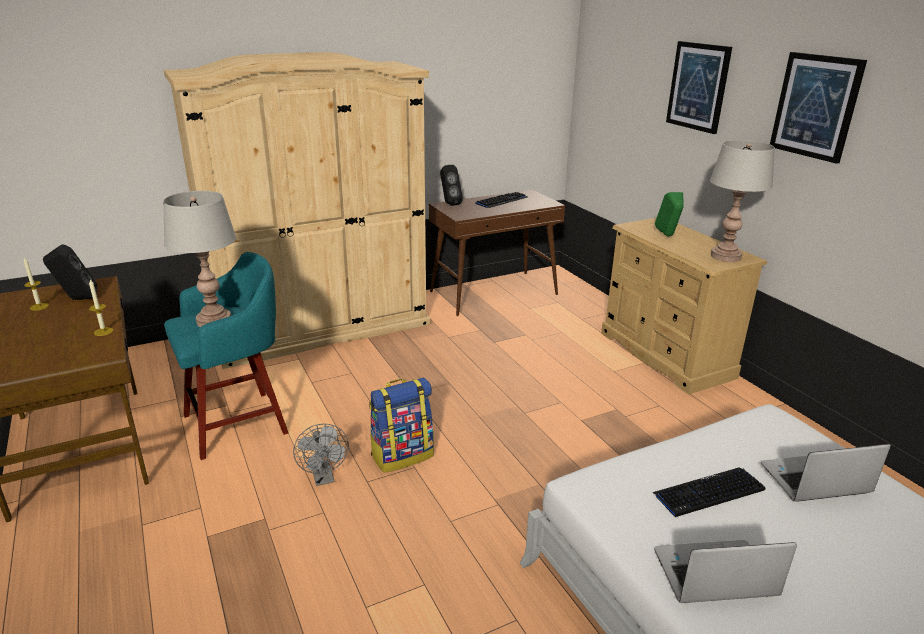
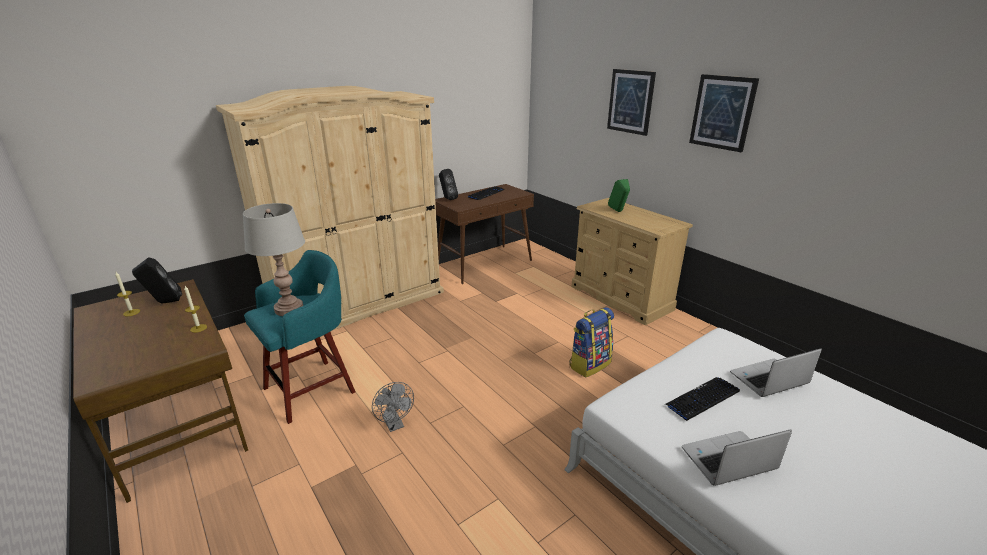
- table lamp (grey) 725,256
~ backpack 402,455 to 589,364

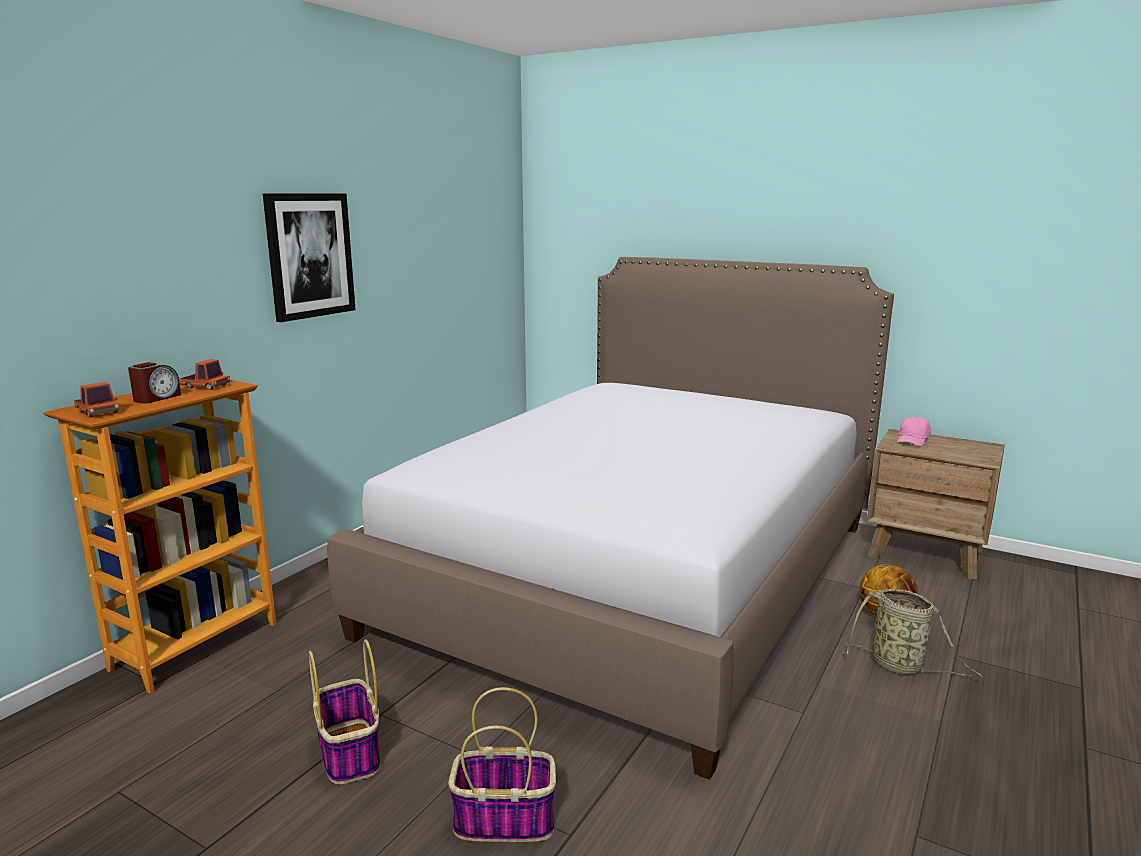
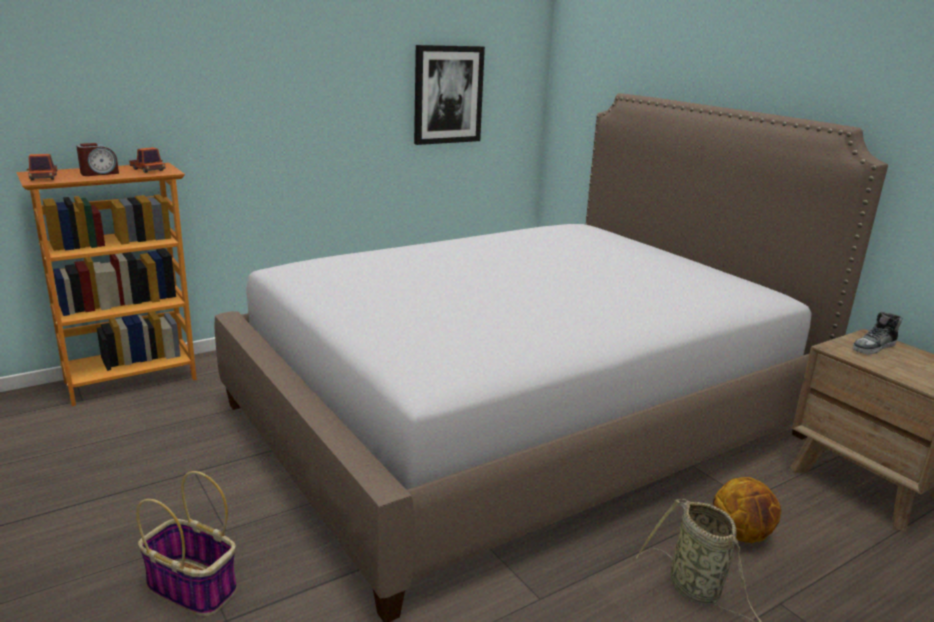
~ picture 309,255 to 448,95
~ cap (pink) 912,440 to shoe 874,347
- basket 349,752

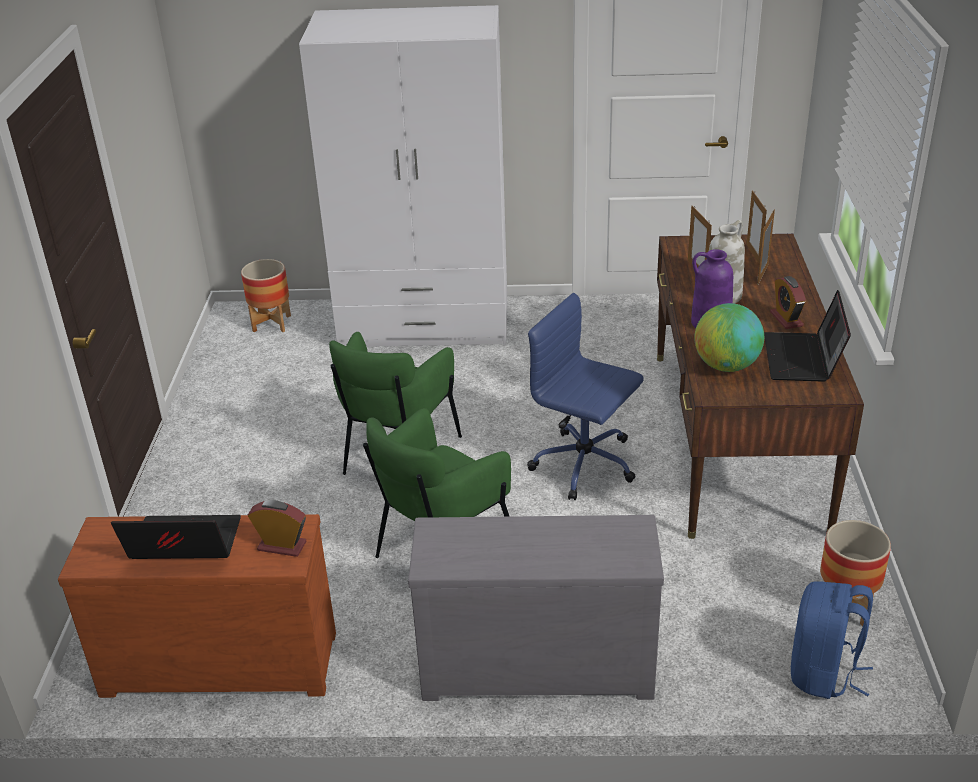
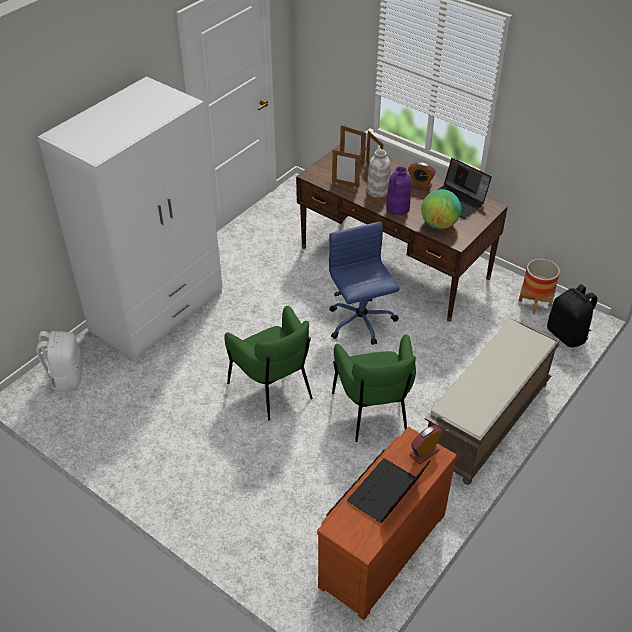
~ planter 271,323 to backpack (white) 66,377
~ office chair (blue) 586,465 = 361,323 90 degrees clockwise
~ dresser (grey) 536,662 to bench (brown) 487,421
~ backpack (blue) 824,673 to backpack (black) 567,335

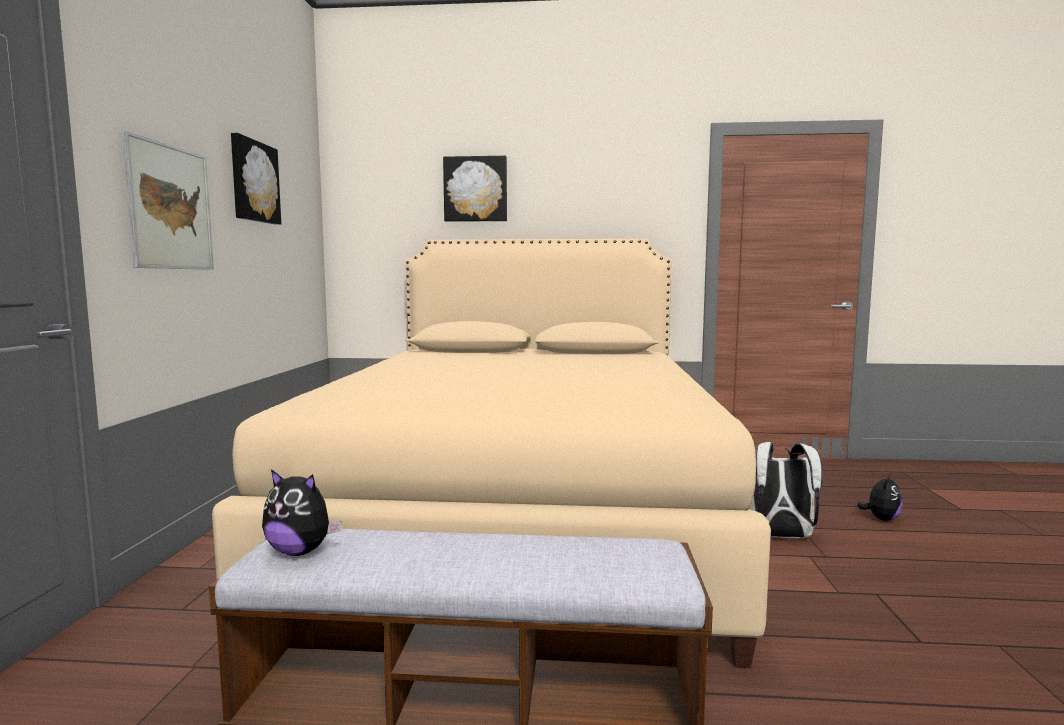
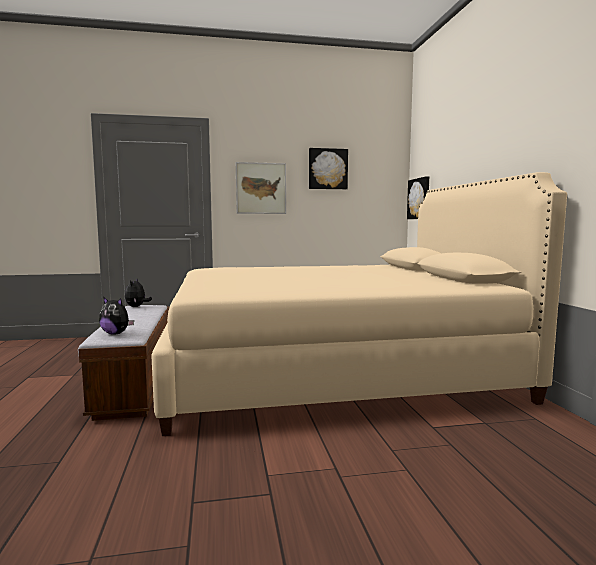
~ picture 475,189 to 419,198
- backpack (white) 778,536
~ plush toy 881,519 to 116,333

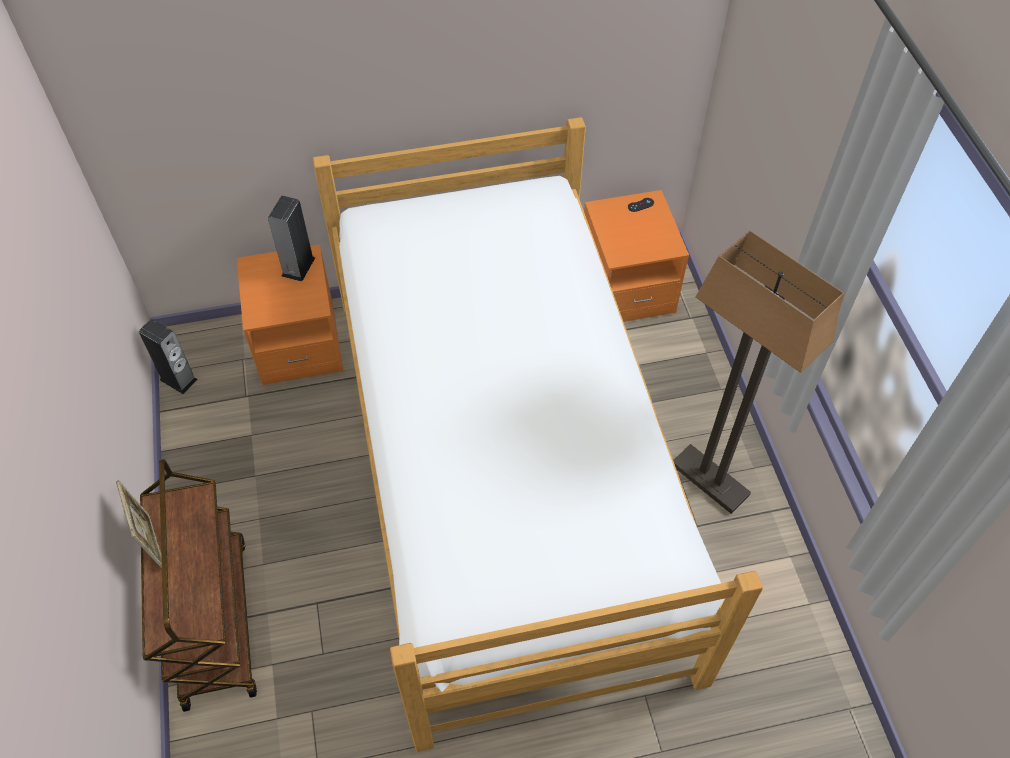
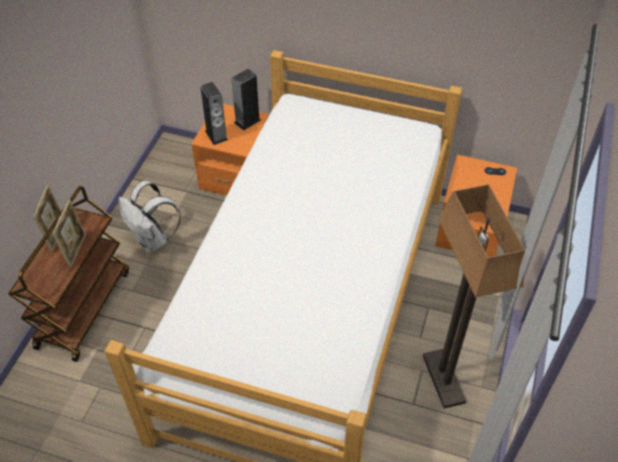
~ speaker 178,379 to 216,135
+ backpack (white) 153,240
+ picture frame 76,249

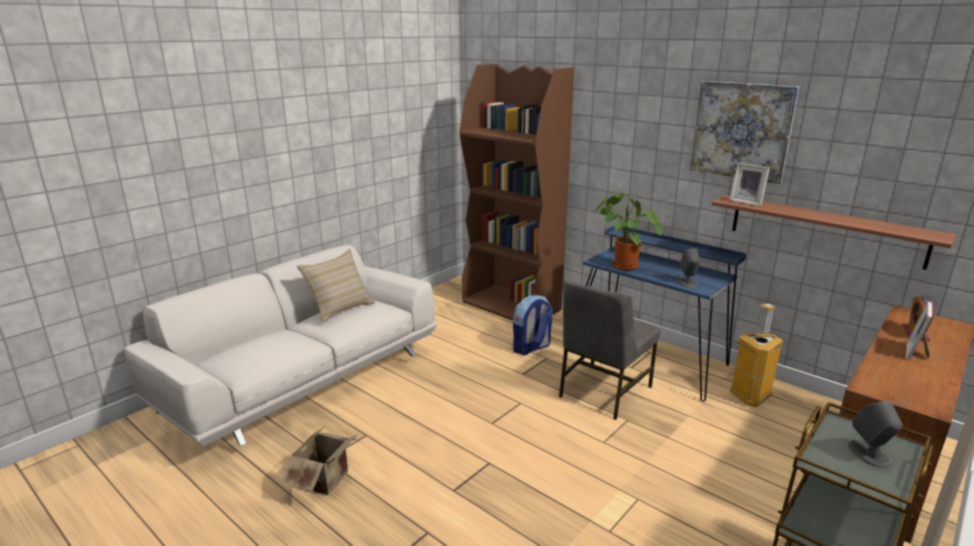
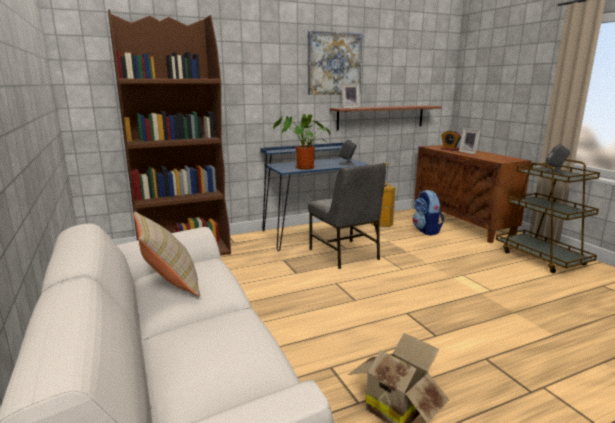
~ backpack 531,348 to 426,231

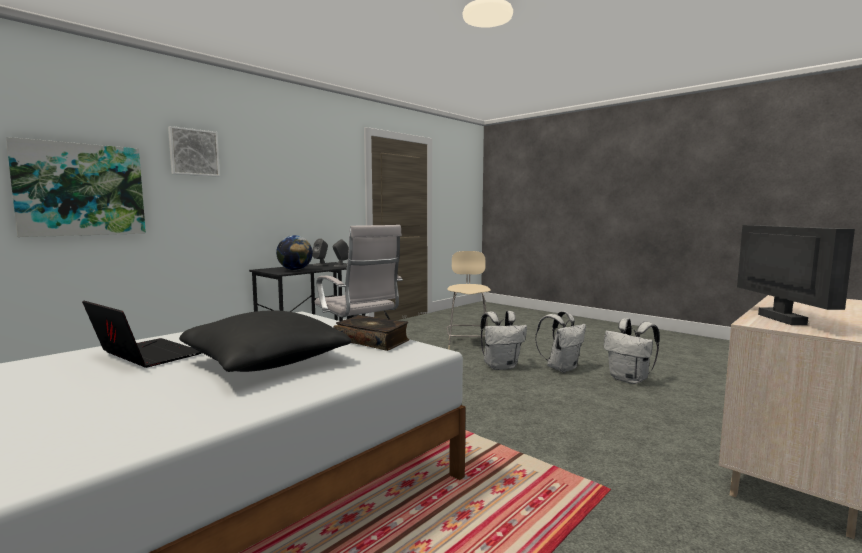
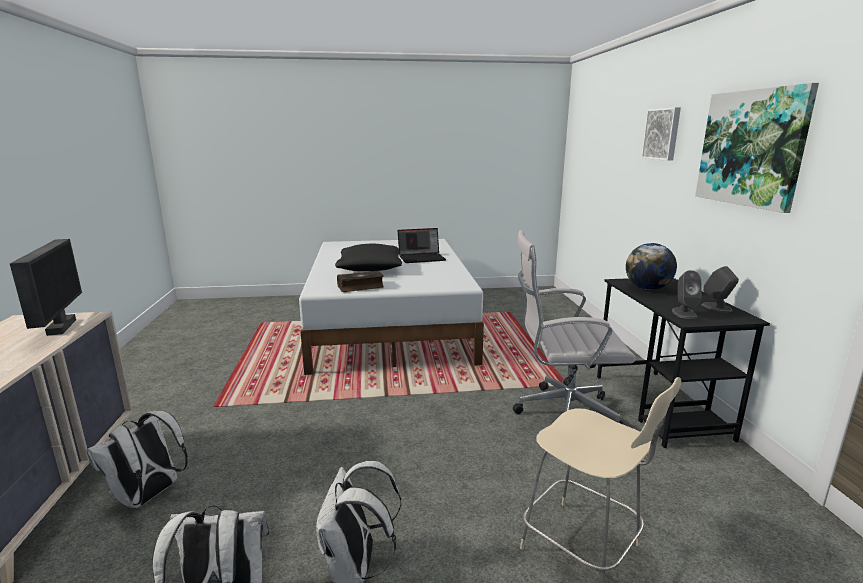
~ picture 81,190 to 751,148
~ monitor 779,319 = 60,327 150 degrees counterclockwise
~ backpack (white) 501,366 to 149,496

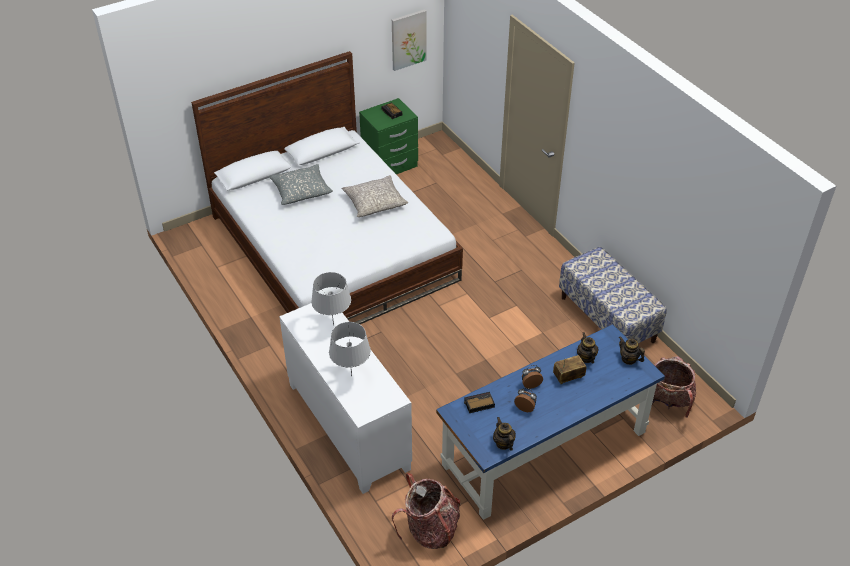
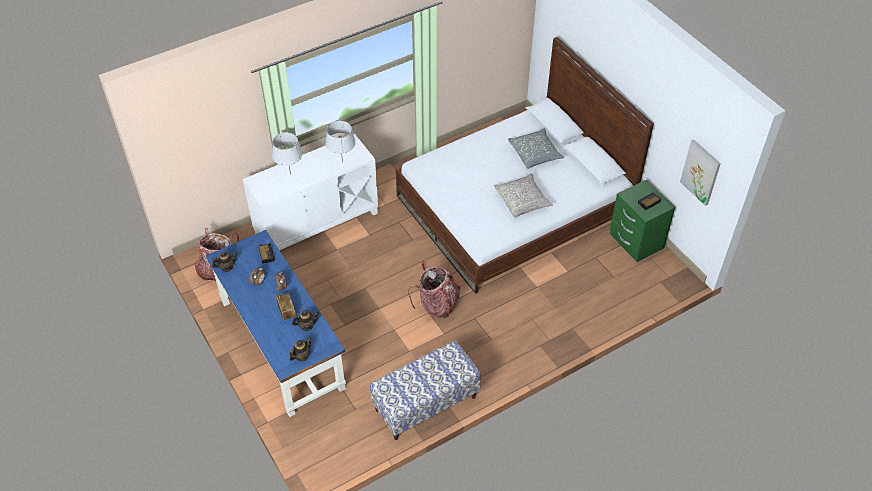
~ backpack 667,401 to 437,304

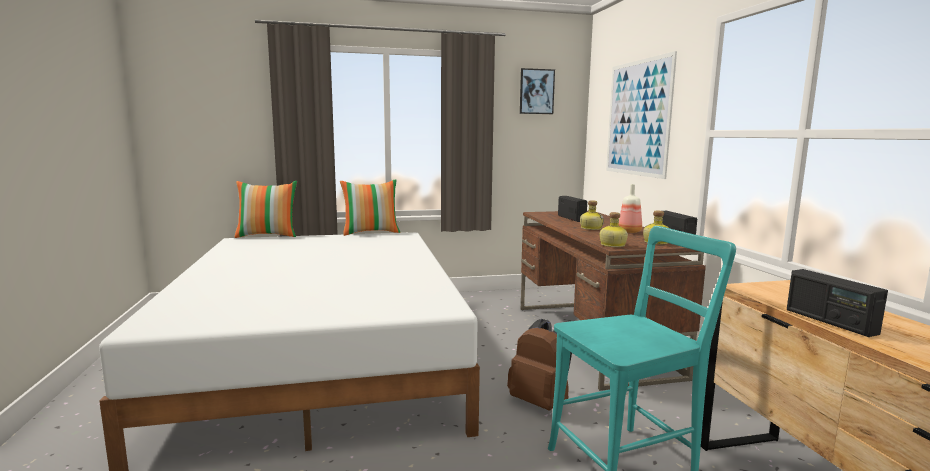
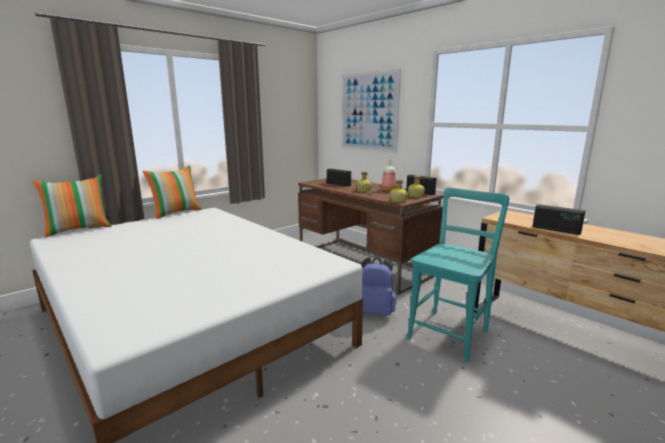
- picture 536,91
~ backpack (brown) 541,402 to backpack (blue) 375,311

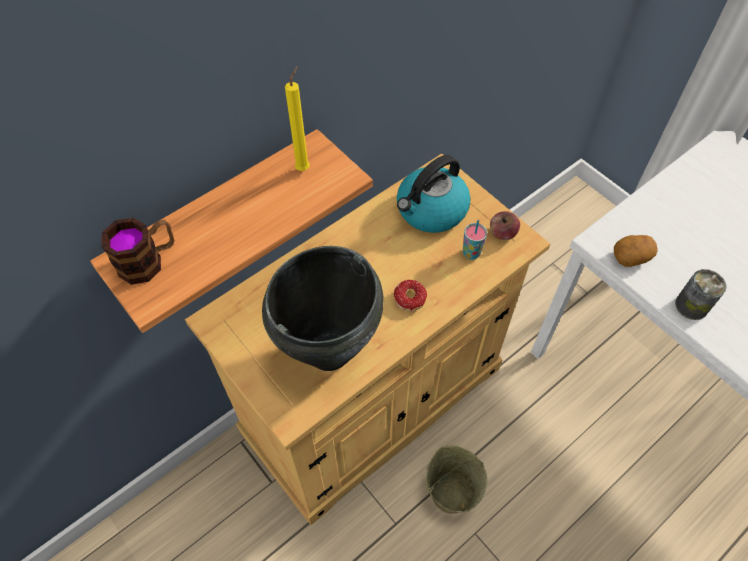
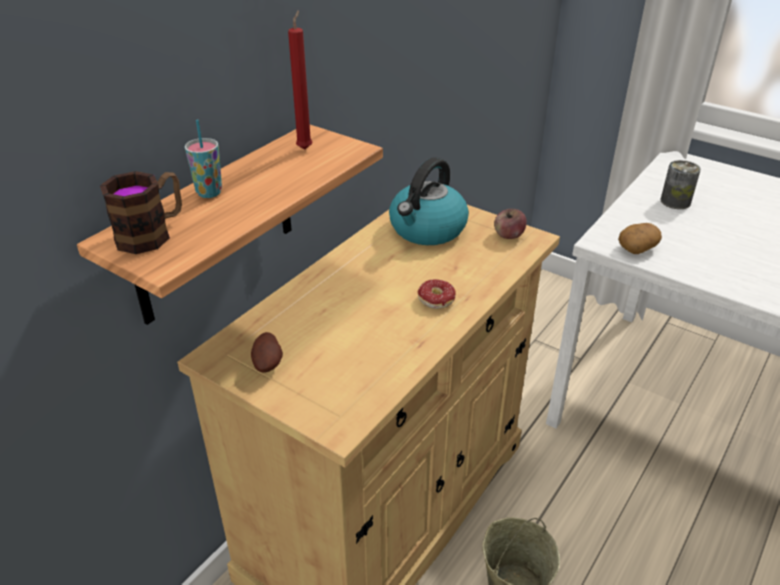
~ candle (yellow) 304,168 to candle (red) 305,148
~ cup 471,253 to 209,193
- cooking pot (black) 330,352
~ can 691,306 to 675,201
+ potato 268,363

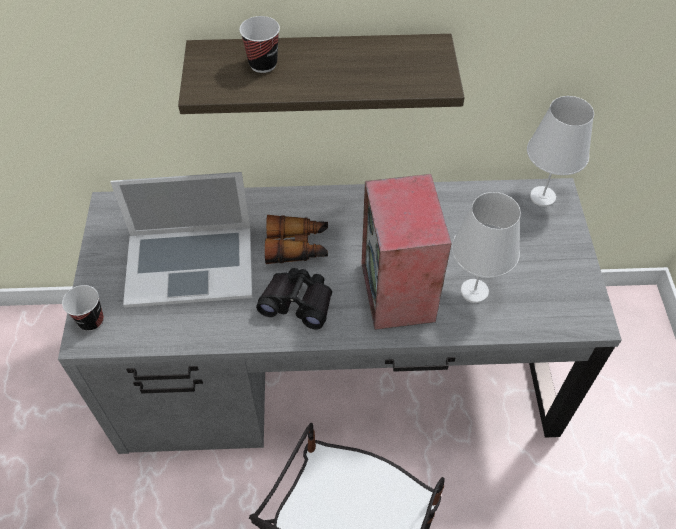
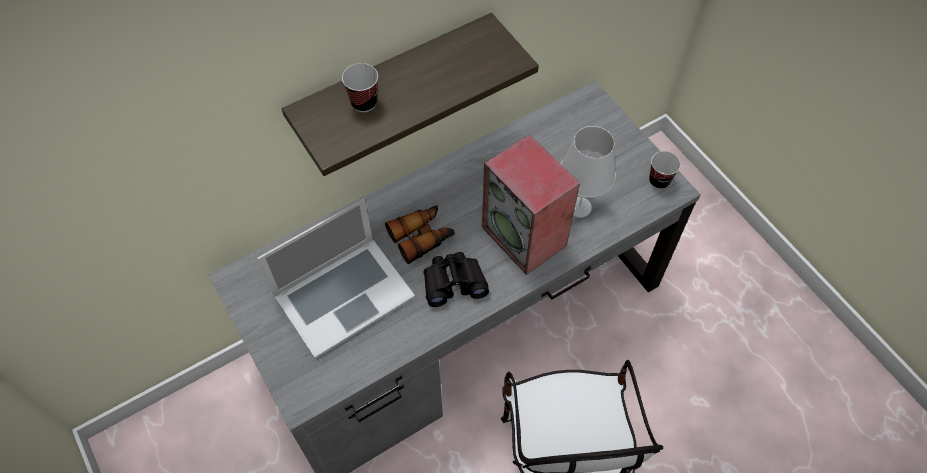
- table lamp (white) 542,197
~ cup 91,321 to 659,181

